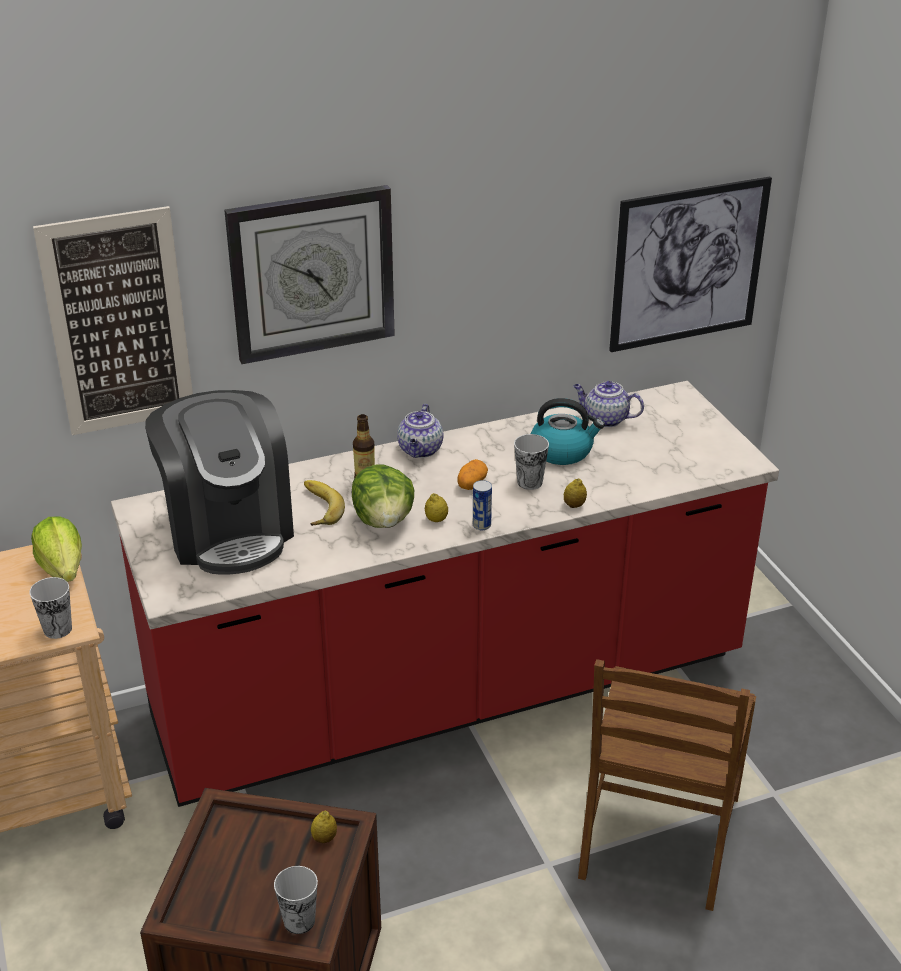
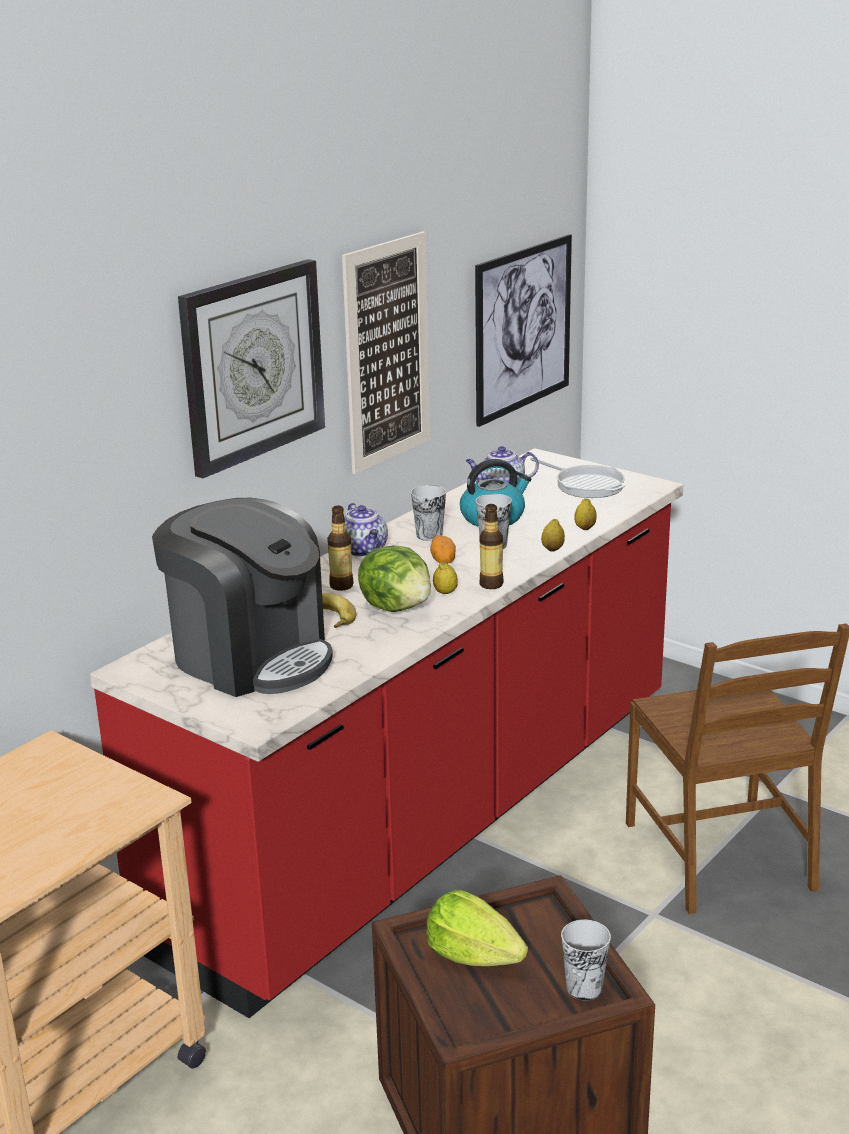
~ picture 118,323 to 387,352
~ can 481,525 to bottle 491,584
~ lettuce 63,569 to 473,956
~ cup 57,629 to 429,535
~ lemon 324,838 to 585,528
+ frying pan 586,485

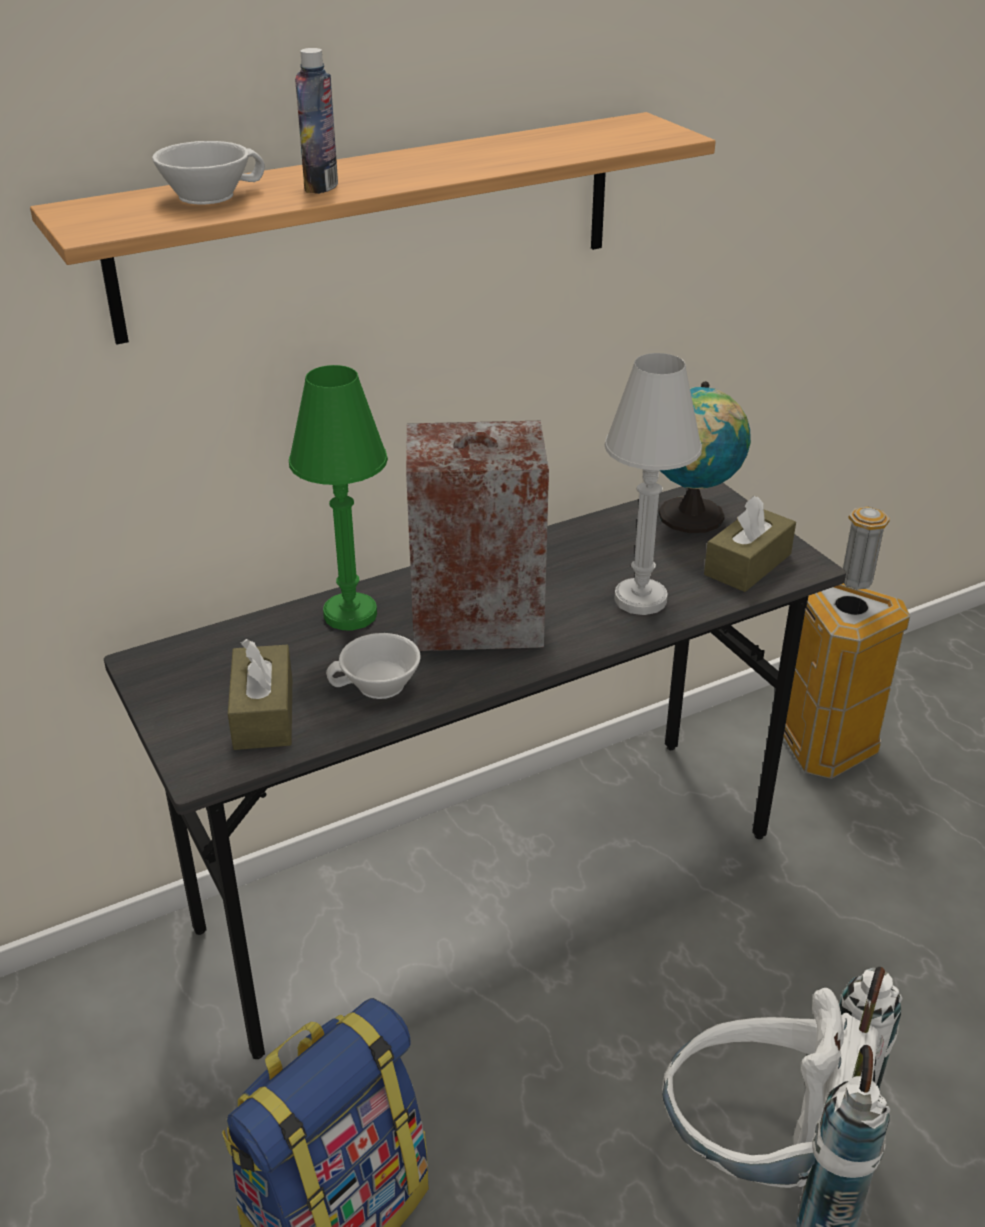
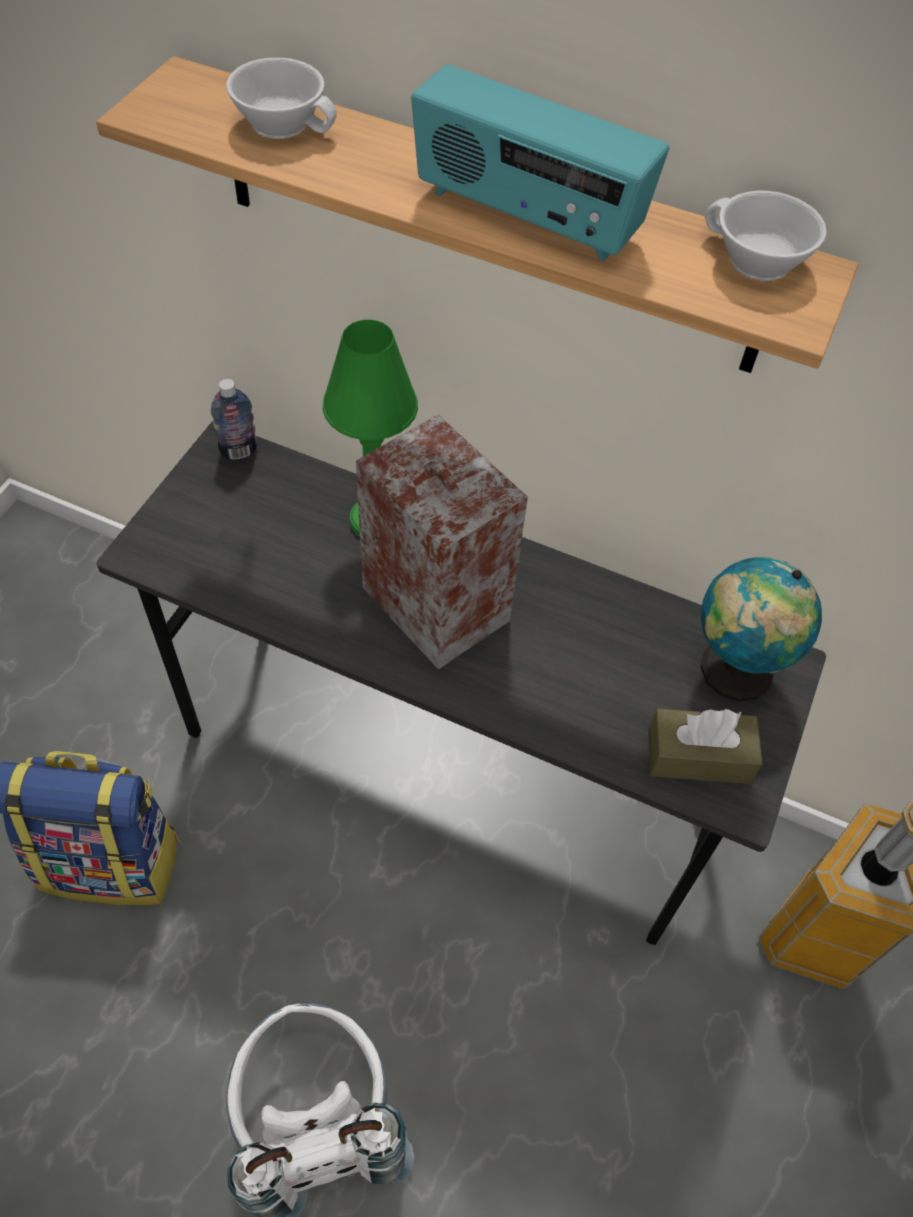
~ bottle 321,186 to 239,451
- table lamp (white) 640,599
~ cup (white) 379,686 to 754,261
- tissue box (brown) 263,713
+ radio 526,217

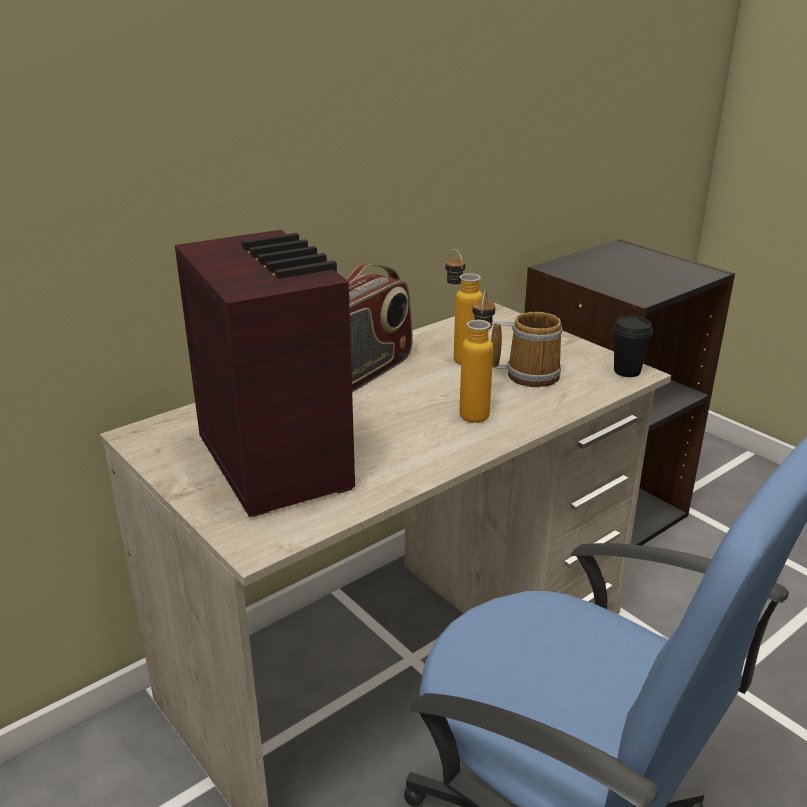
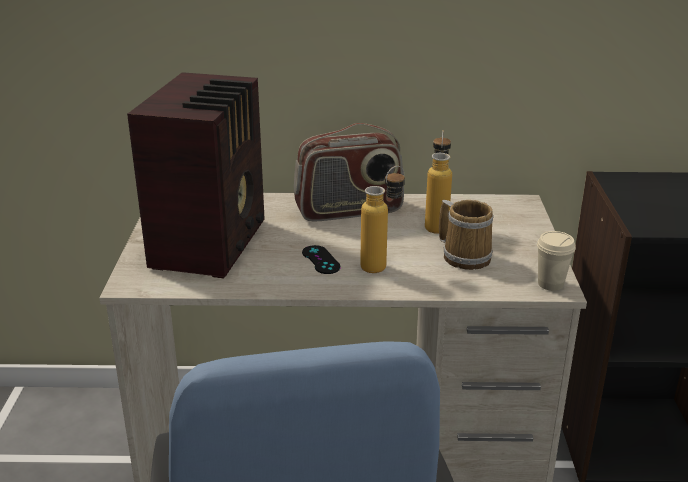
~ cup (black) 627,371 to cup (beige) 550,284
+ game controller (black) 321,260

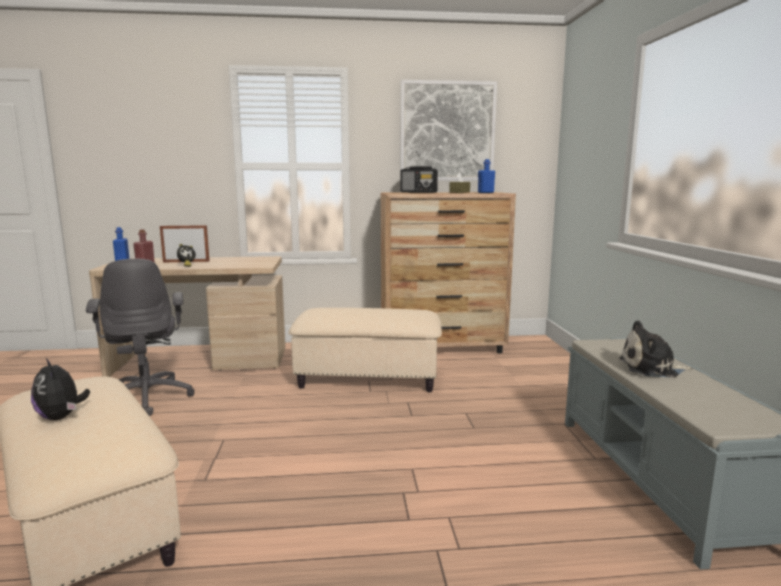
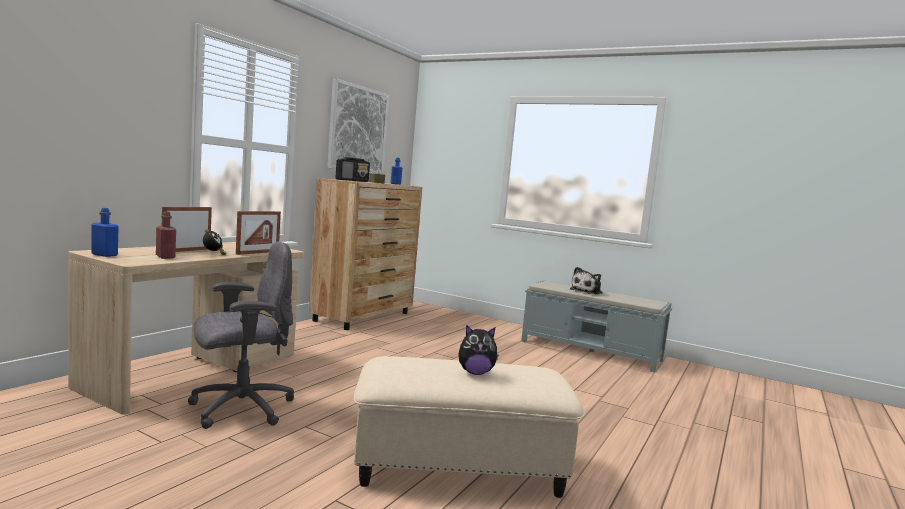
~ office chair (grey) 147,398 = 240,408 45 degrees counterclockwise
- ottoman (beige) 368,378
+ picture frame 258,253

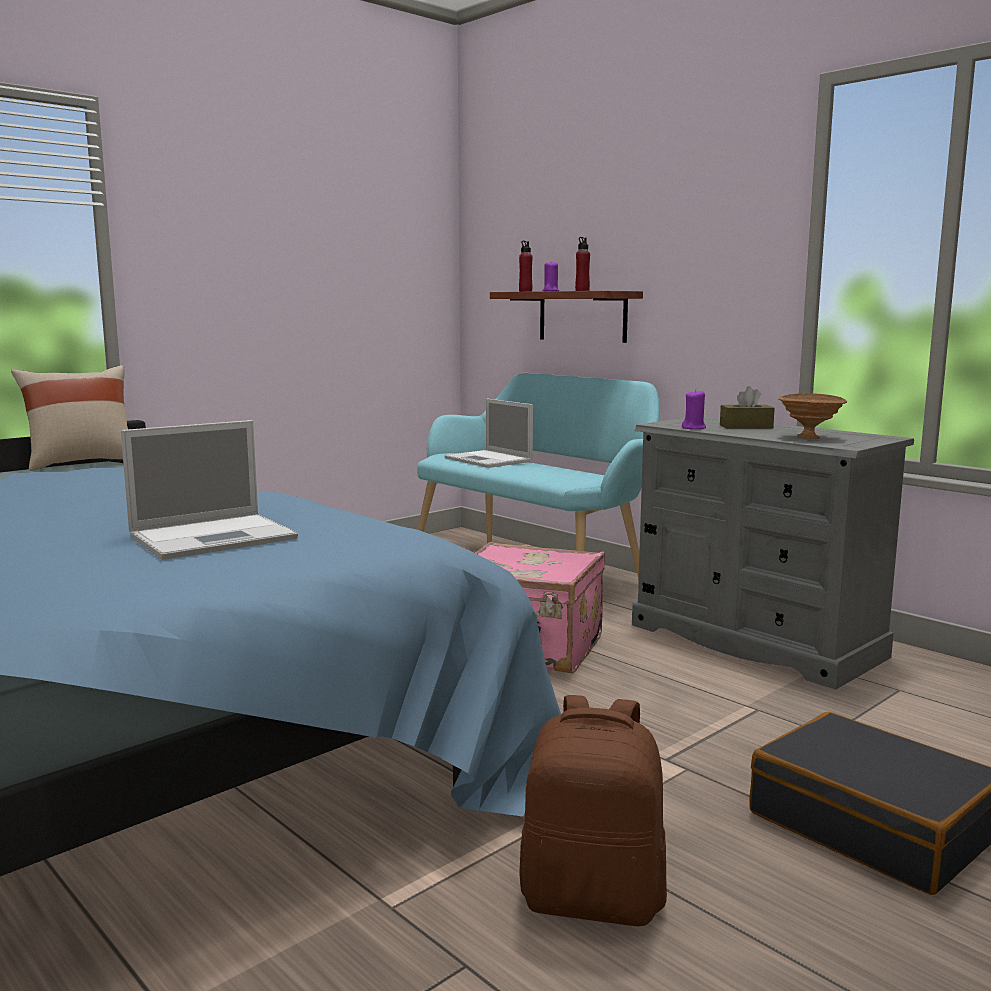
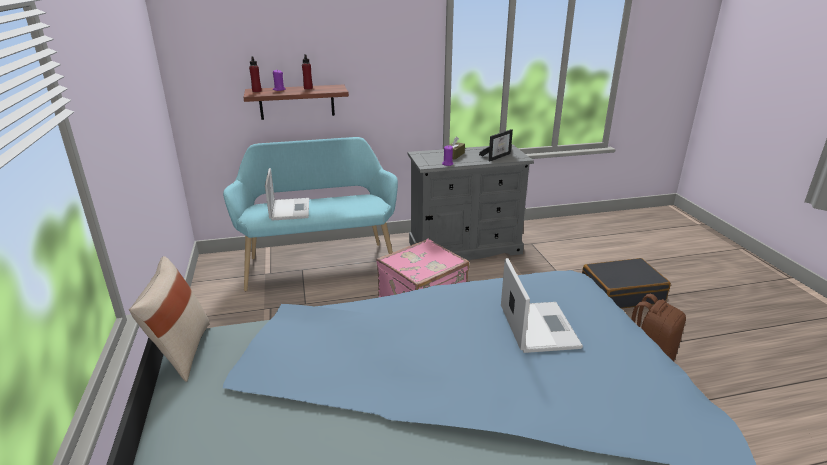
~ bowl (brown) 810,438 to picture frame 497,156
~ laptop 489,460 = 289,209 90 degrees counterclockwise

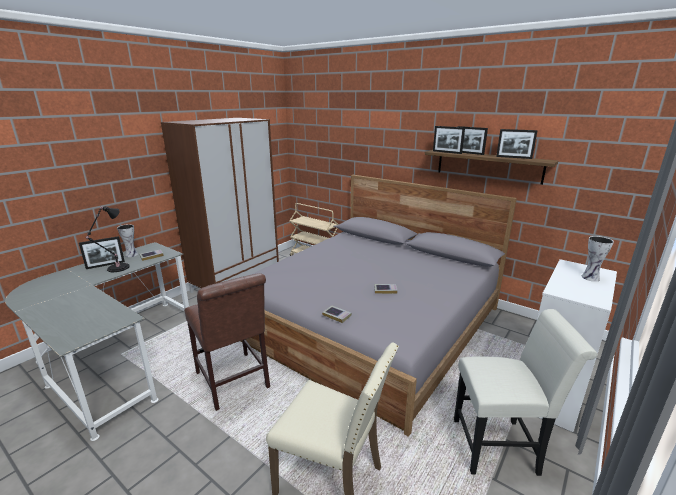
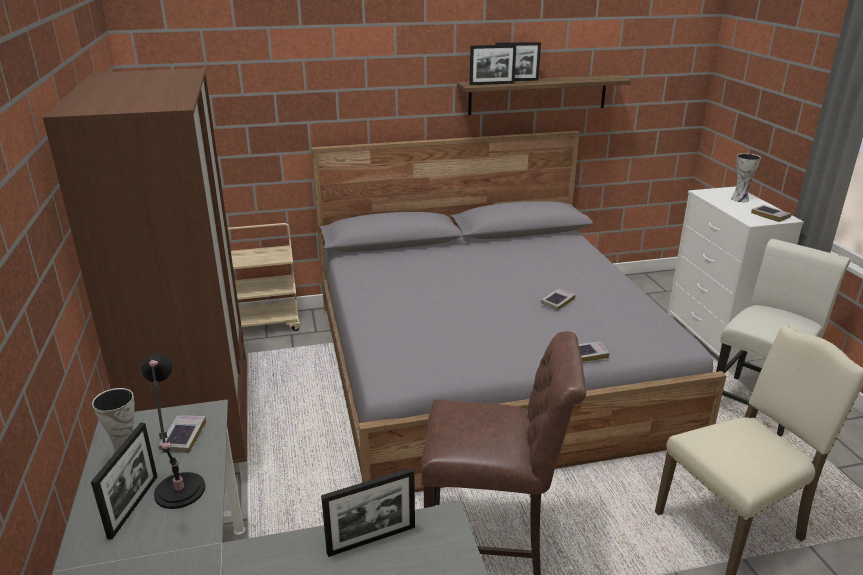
~ picture frame 513,157 to 371,540
+ book 770,215

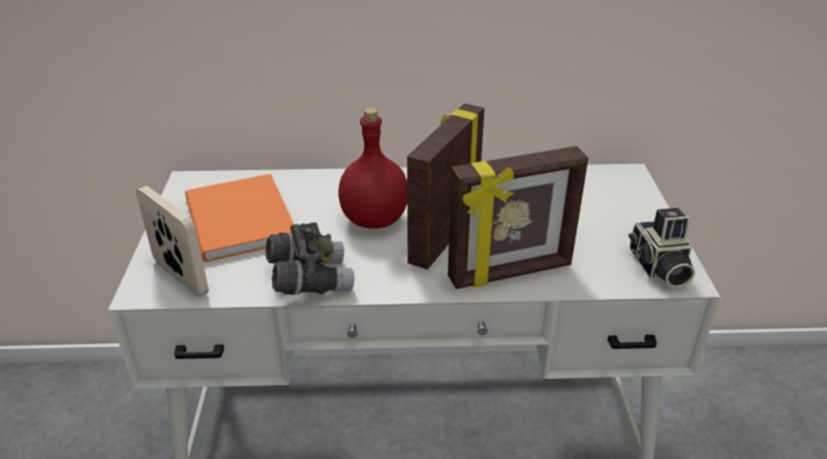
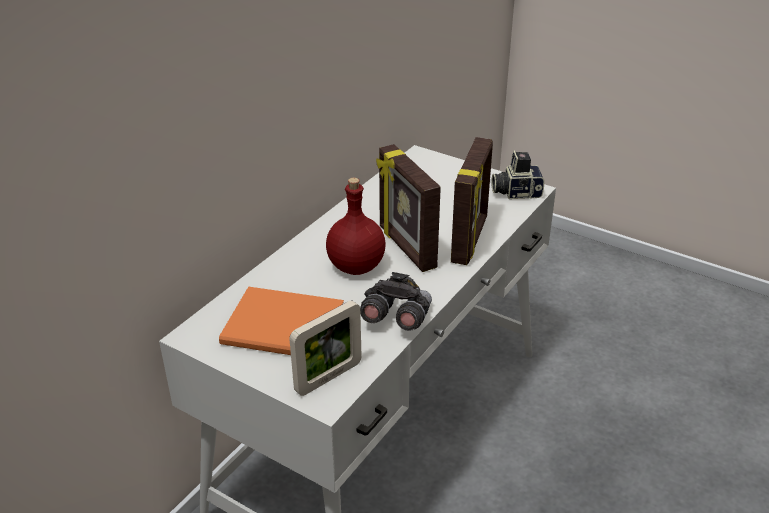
~ picture frame 181,277 = 328,377 150 degrees clockwise
~ photo camera 658,268 = 516,192 150 degrees clockwise

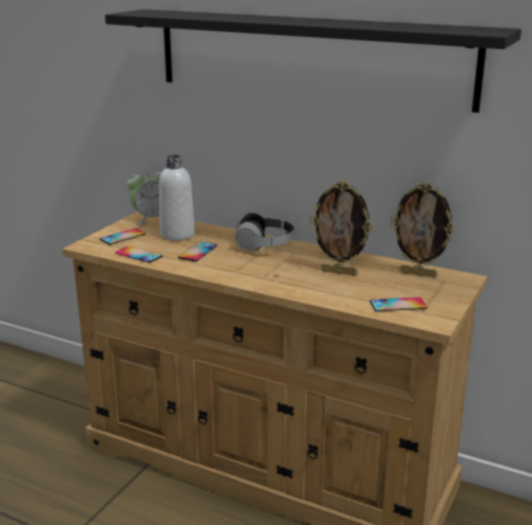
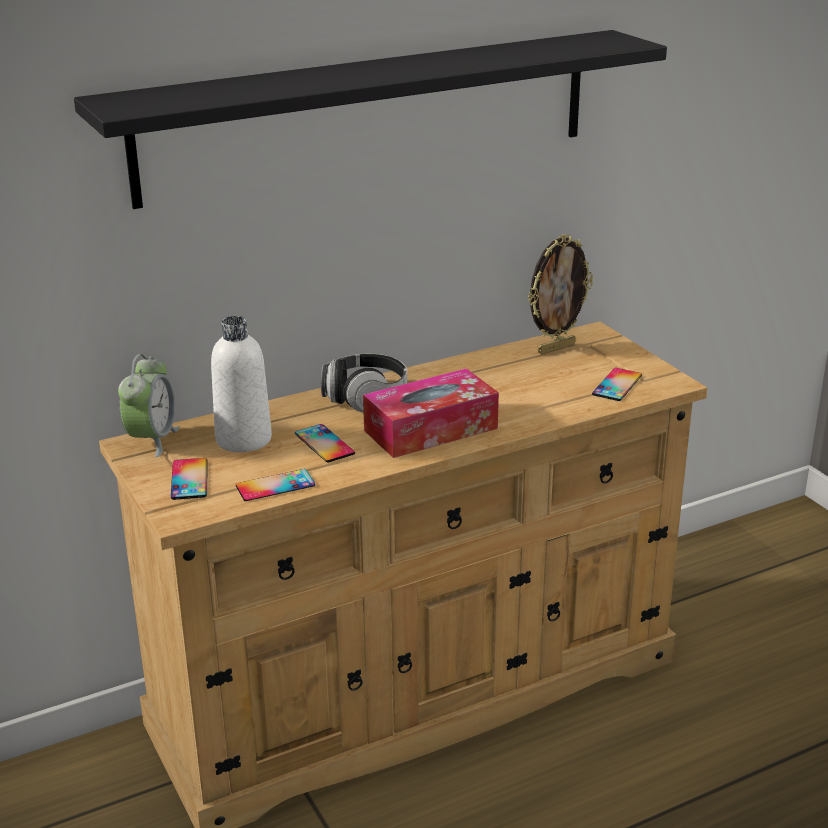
- picture frame 339,272
+ tissue box 431,429

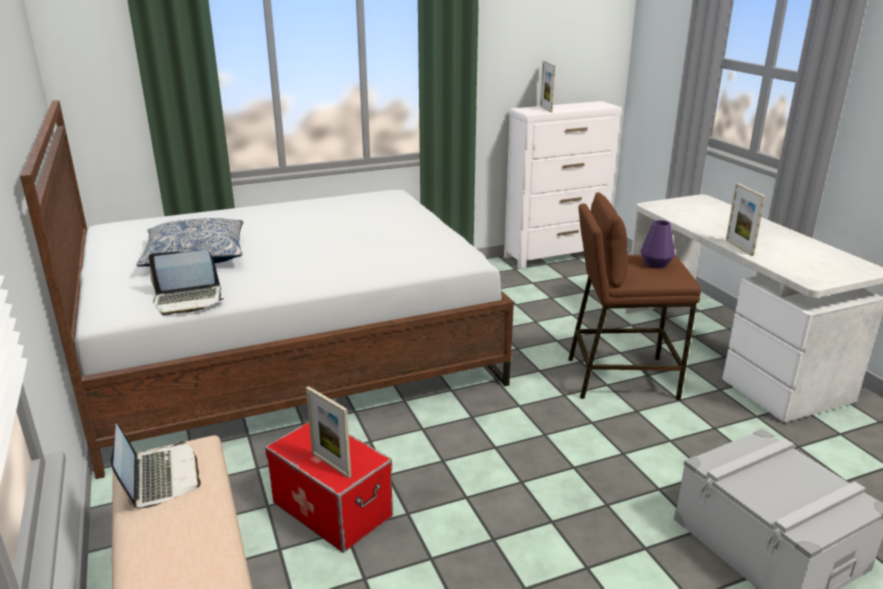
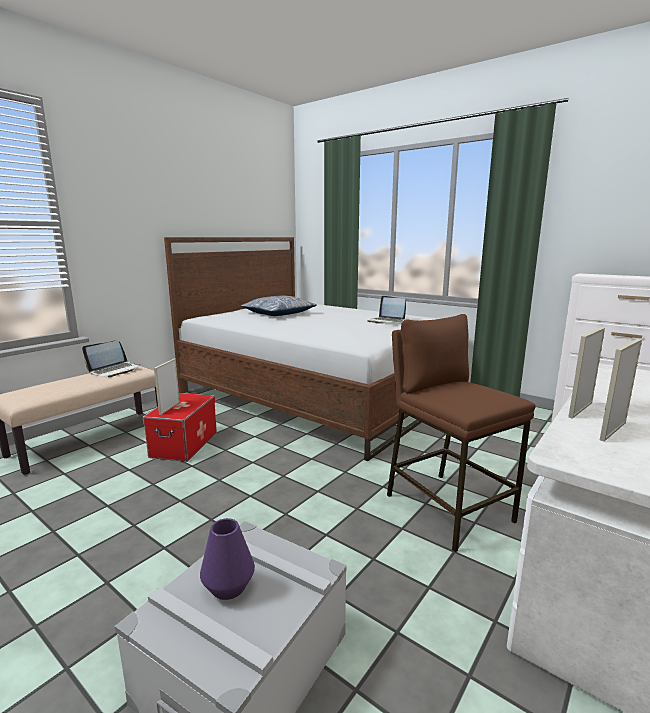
~ picture frame 546,109 to 613,431
~ vase (purple) 655,264 to 228,586
~ laptop 188,300 to 386,321

